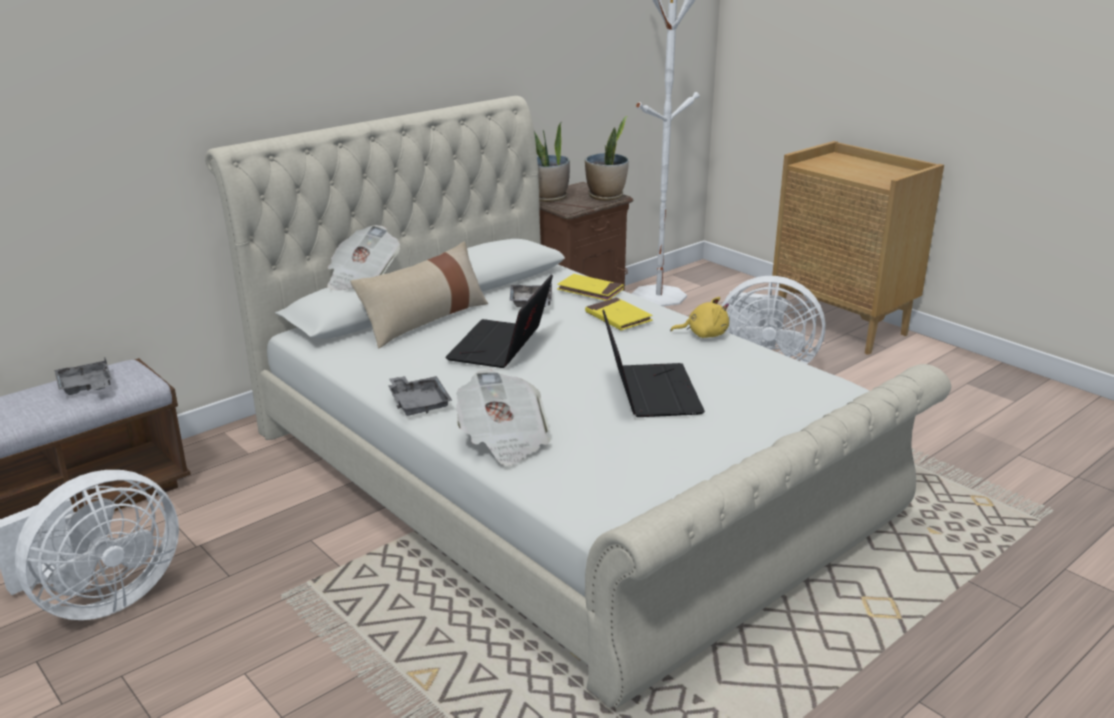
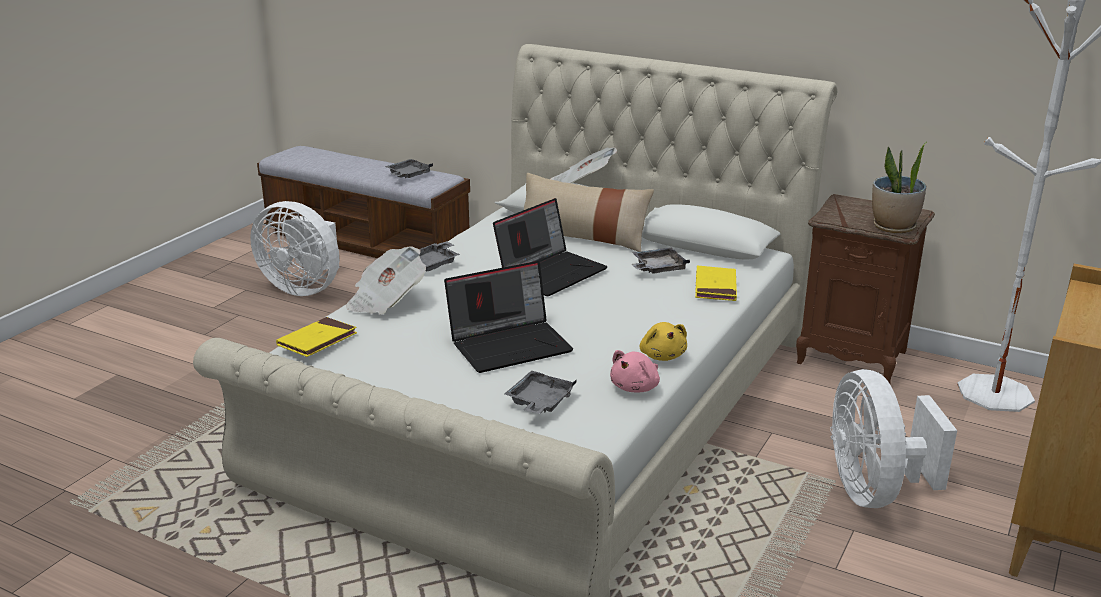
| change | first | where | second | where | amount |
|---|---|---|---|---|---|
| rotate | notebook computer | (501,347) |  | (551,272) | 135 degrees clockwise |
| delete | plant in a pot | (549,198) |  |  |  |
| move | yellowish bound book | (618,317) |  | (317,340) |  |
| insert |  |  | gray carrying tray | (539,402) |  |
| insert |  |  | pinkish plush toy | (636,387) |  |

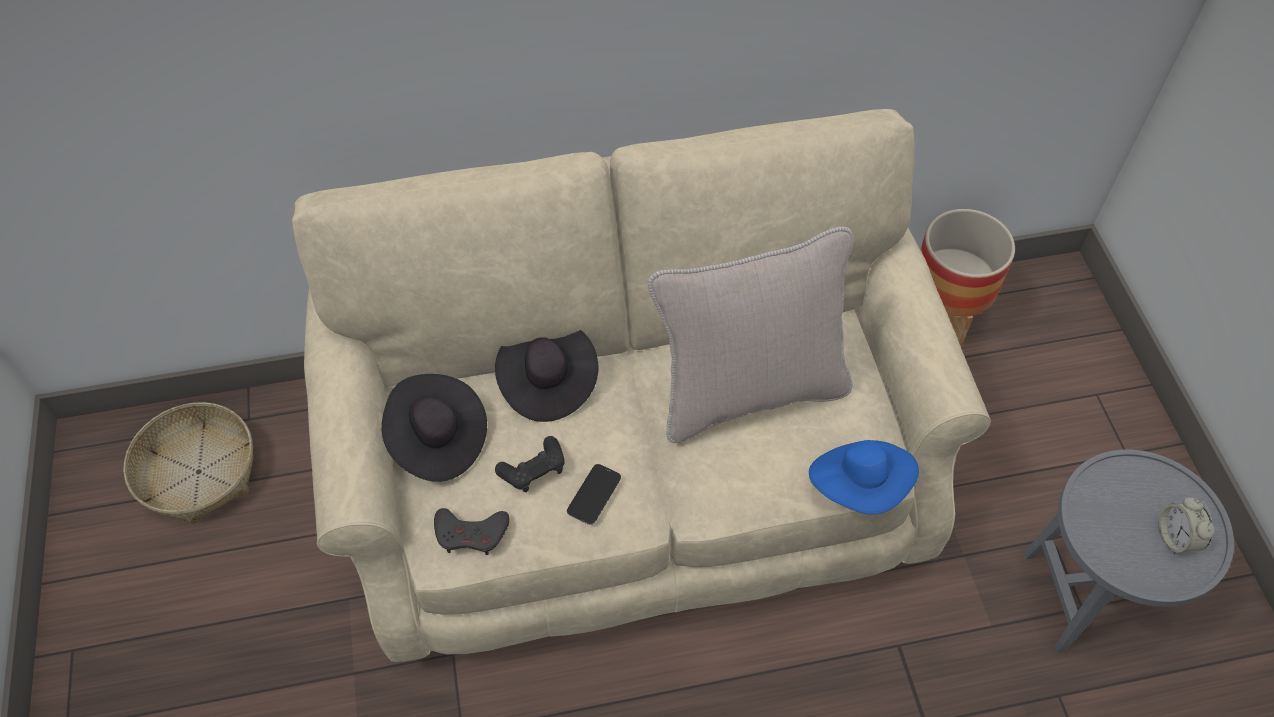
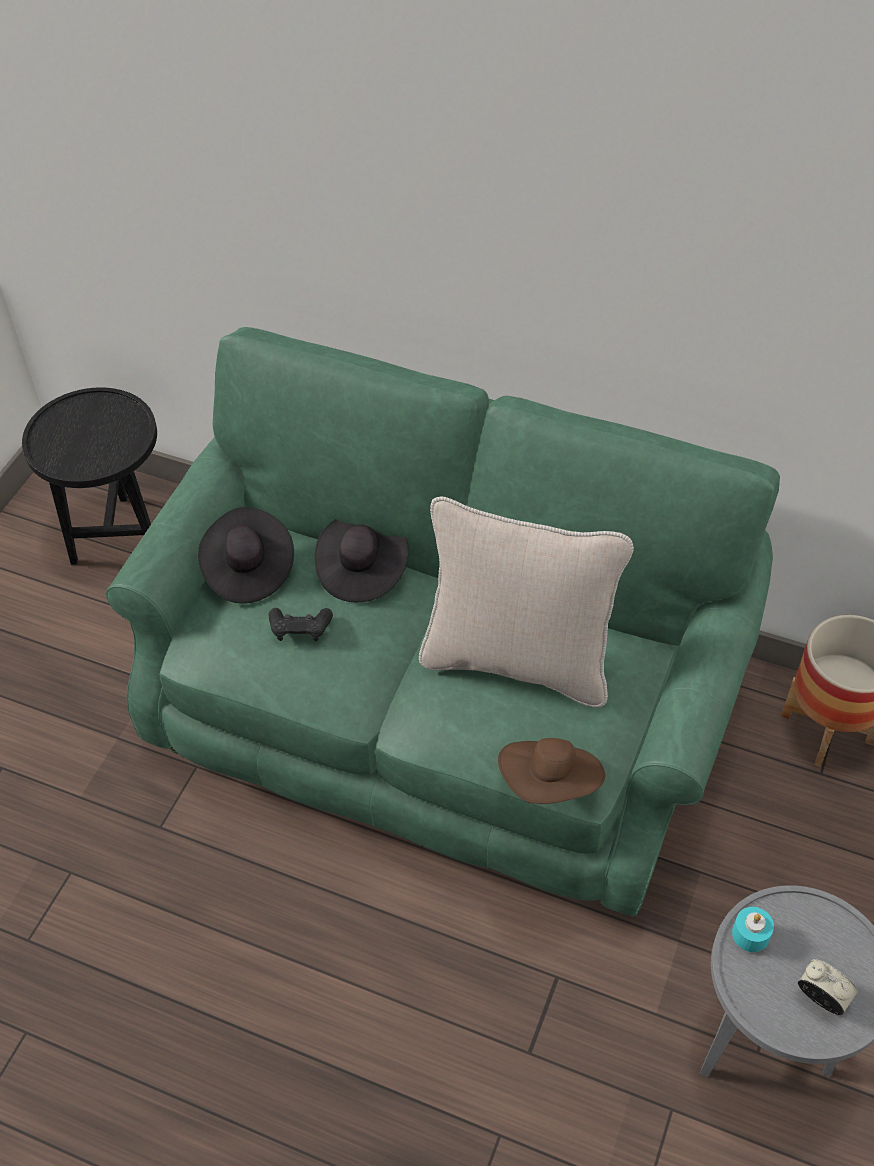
| change | first | where | second | where | amount |
|---|---|---|---|---|---|
| replace | storage basket | (198,471) | black accent table | (119,533) |  |
| recolor | beige settee | (636,473) | green-coloured settee | (442,711) |  |
| delete | gray game controller | (471,533) |  |  |  |
| delete | phone | (594,495) |  |  |  |
| recolor | blue-coloured wearable hat | (860,486) | brown wearable hat | (551,783) |  |
| rotate | alarm clock | (1175,538) |  | (821,998) | 105 degrees clockwise |
| insert |  |  | turquoise wax light | (750,934) |  |

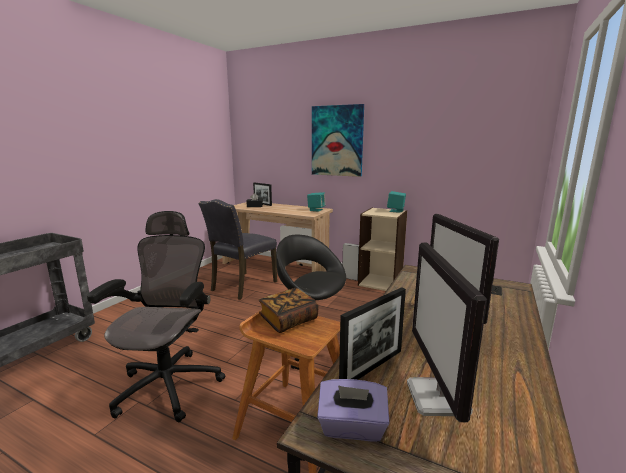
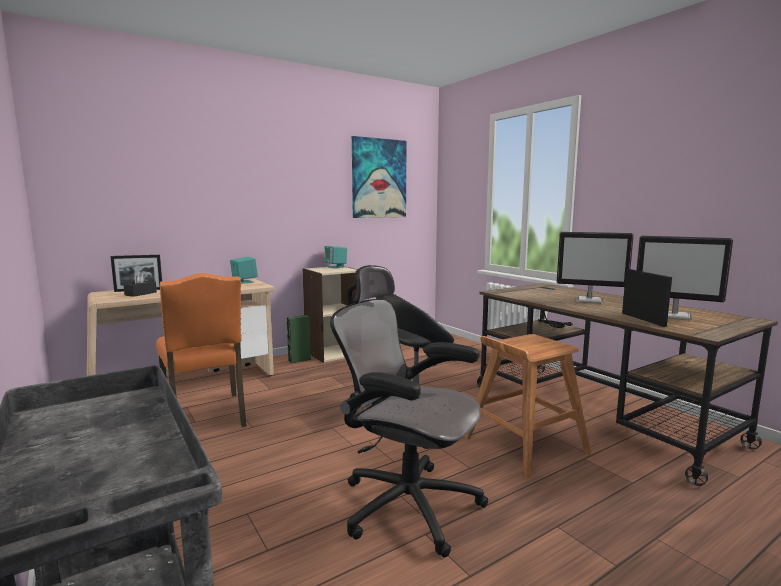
| change | first | where | second | where | amount |
|---|---|---|---|---|---|
| recolor | gray upright chair | (242,286) | orange-coloured upright chair | (206,417) |  |
| delete | bound book | (288,320) |  |  |  |
| move | wall picture | (337,141) |  | (379,178) |  |
| delete | purple tissue holder | (352,427) |  |  |  |
| recolor | gray speaker | (350,278) | green-coloured speaker | (299,360) |  |

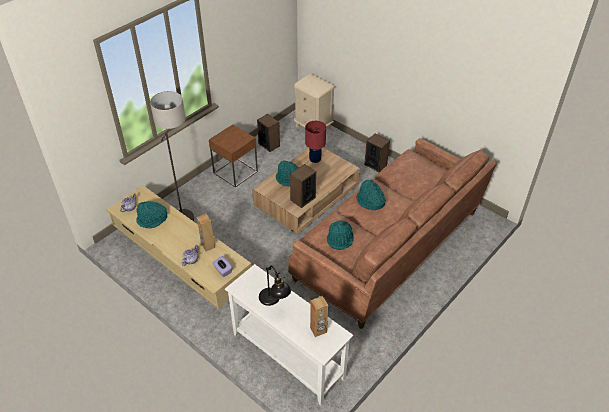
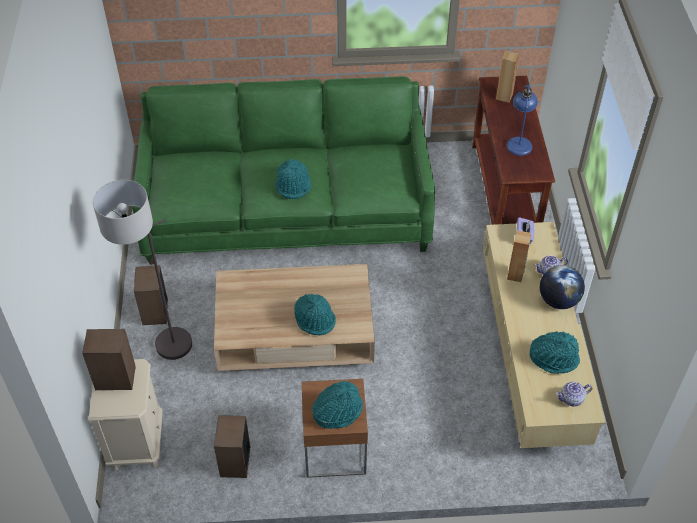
| change | first | where | second | where | amount |
|---|---|---|---|---|---|
| move | gray standard lamp | (185,214) |  | (163,349) |  |
| recolor | white-coloured narrow table | (287,356) | brown narrow table | (504,194) |  |
| recolor | black lamp for a table | (275,303) | blue-coloured lamp for a table | (519,138) |  |
| recolor | brown settee | (390,247) | green-coloured settee | (287,211) |  |
| move | speaker | (302,199) |  | (115,378) |  |
| delete | red-coloured lamp for a table | (315,160) |  |  |  |
| move | turquoise wearable hat | (340,239) |  | (337,410) |  |
| insert |  |  | globe | (558,300) |  |

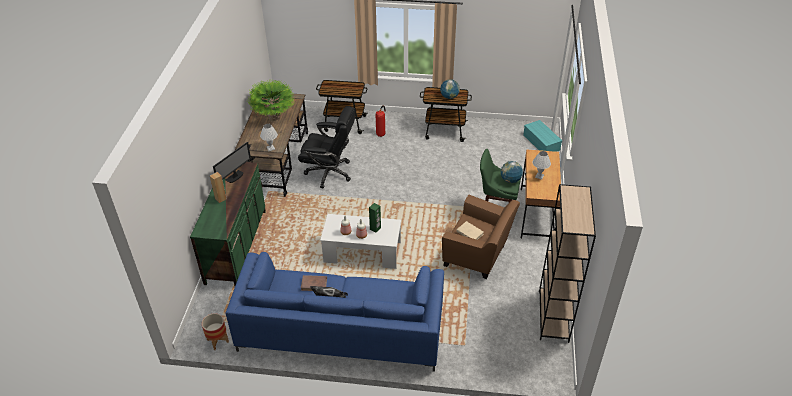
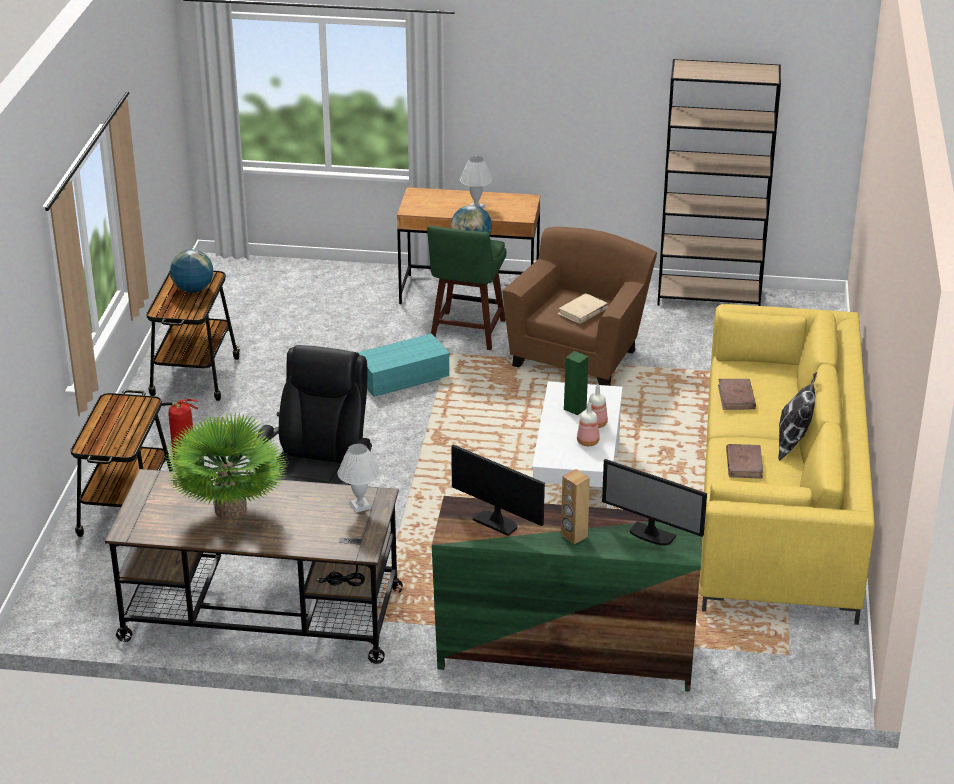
| change | first | where | second | where | amount |
|---|---|---|---|---|---|
| delete | plant pot | (217,341) |  |  |  |
| recolor | blue-coloured settee | (341,329) | yellowish settee | (778,501) |  |
| move | turquoise storage container | (542,142) |  | (403,376) |  |
| insert |  |  | computer display | (651,535) |  |
| insert |  |  | brown bound book | (736,397) |  |

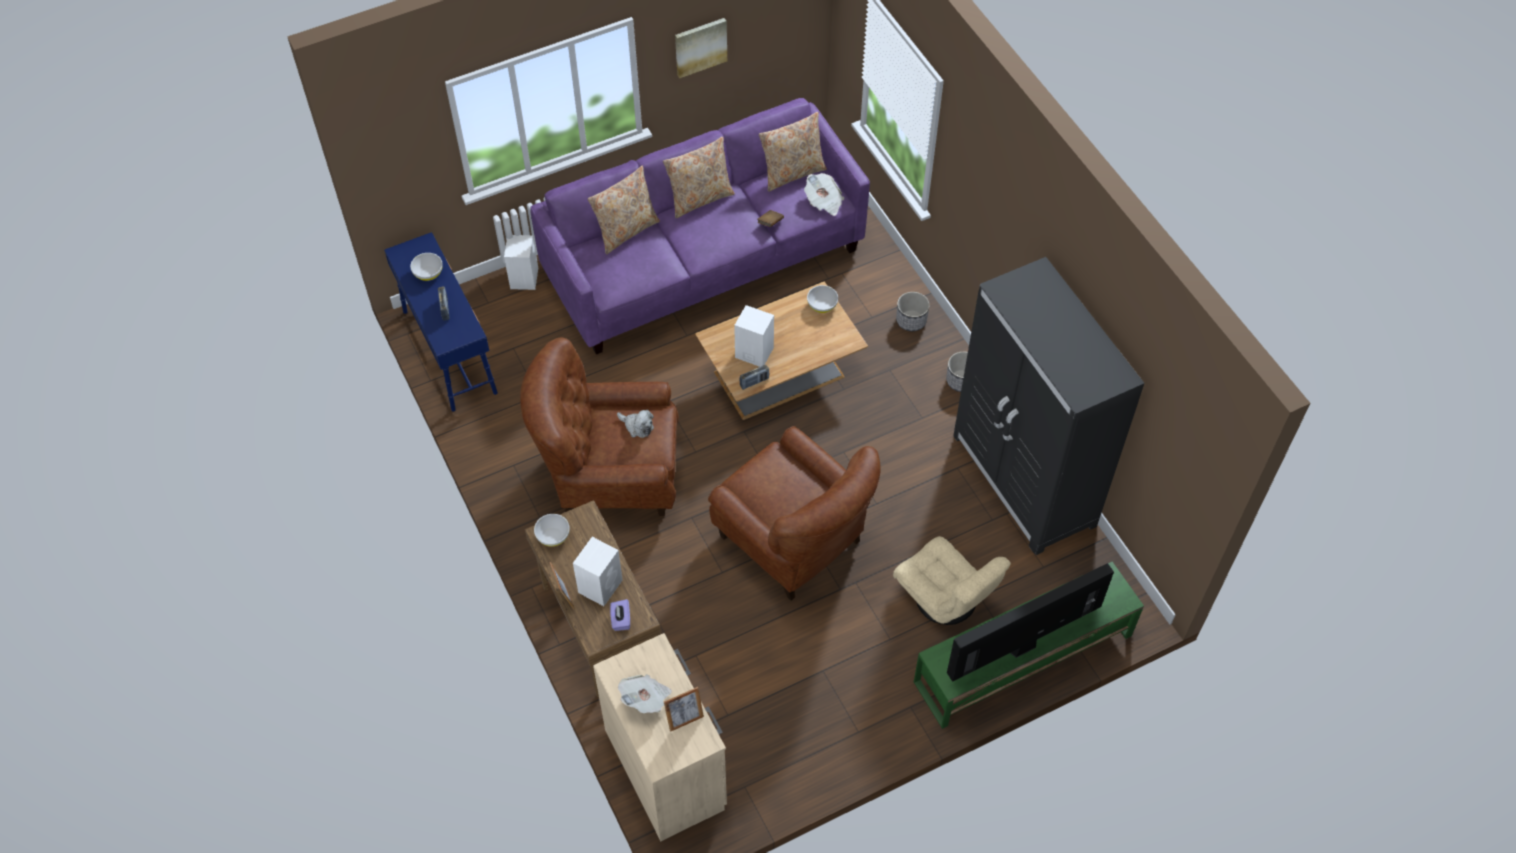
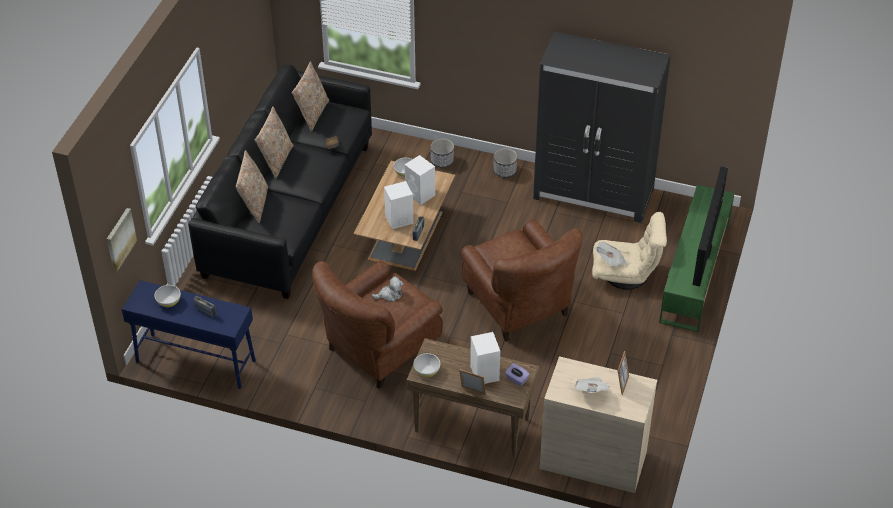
| change | first | where | second | where | amount |
|---|---|---|---|---|---|
| move | white-coloured speaker | (524,279) |  | (420,195) |  |
| recolor | purple settee | (705,263) | black settee | (290,211) |  |
| move | wall picture | (700,46) |  | (120,239) |  |
| rotate | brown easy chair | (794,543) |  | (520,307) | 60 degrees clockwise |
| move | newspaper | (824,202) |  | (611,261) |  |

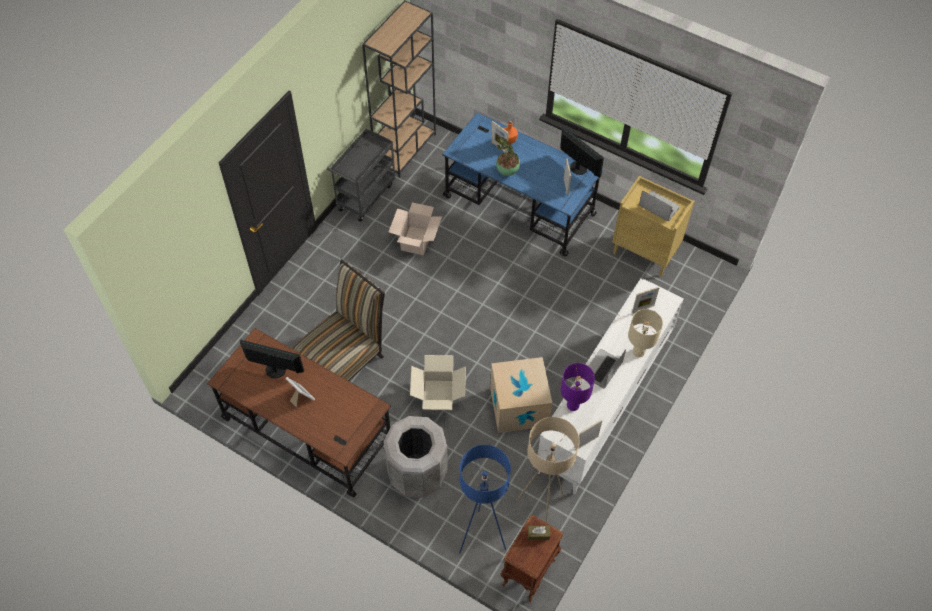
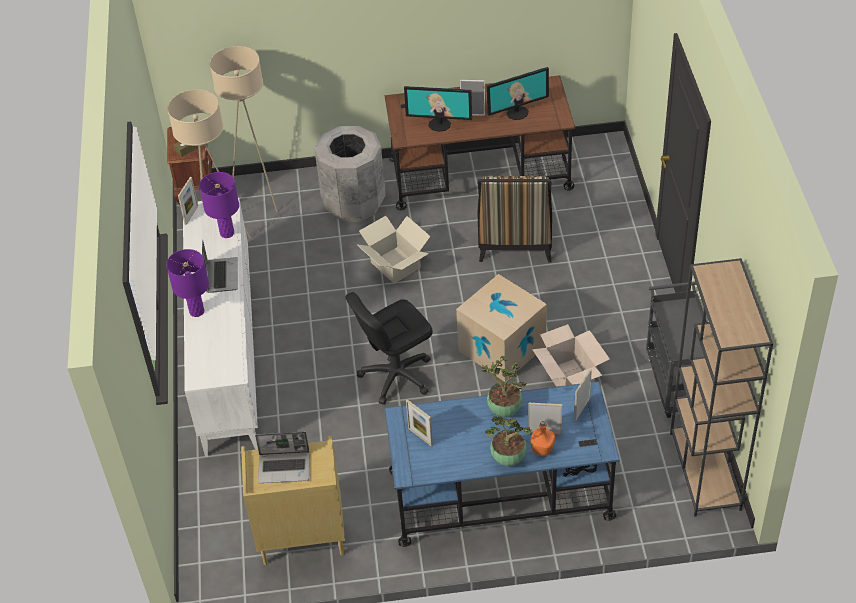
| change | first | where | second | where | amount |
|---|---|---|---|---|---|
| recolor | blue-coloured standard lamp | (481,536) | beige standard lamp | (259,198) |  |
| move | packing box | (519,407) |  | (502,348) |  |
| move | computer display | (578,168) |  | (439,124) |  |
| recolor | beige lamp for a table | (638,352) | purple lamp for a table | (197,311) |  |
| move | photo frame | (643,309) |  | (582,409) |  |
| insert |  |  | black desk chair | (396,375) |  |
| insert |  |  | plant in a pot | (509,458) |  |

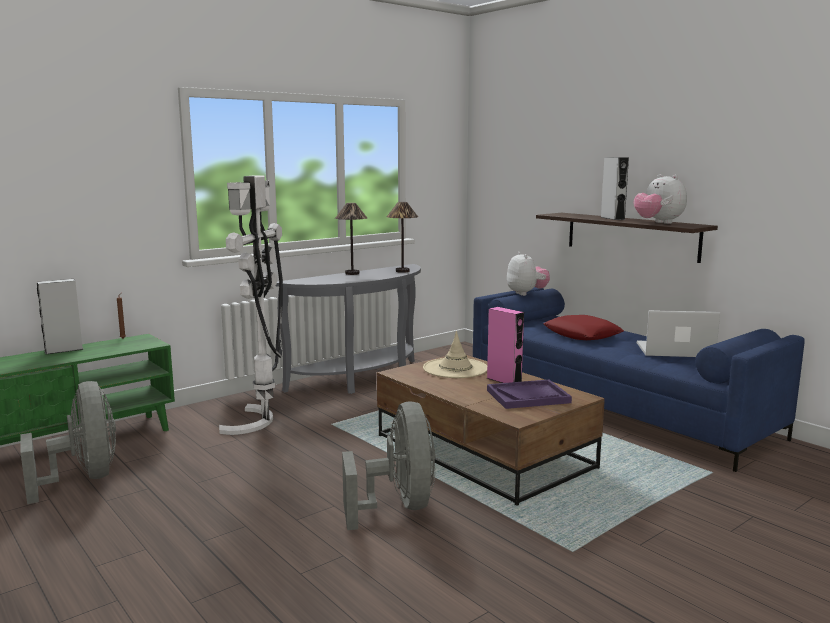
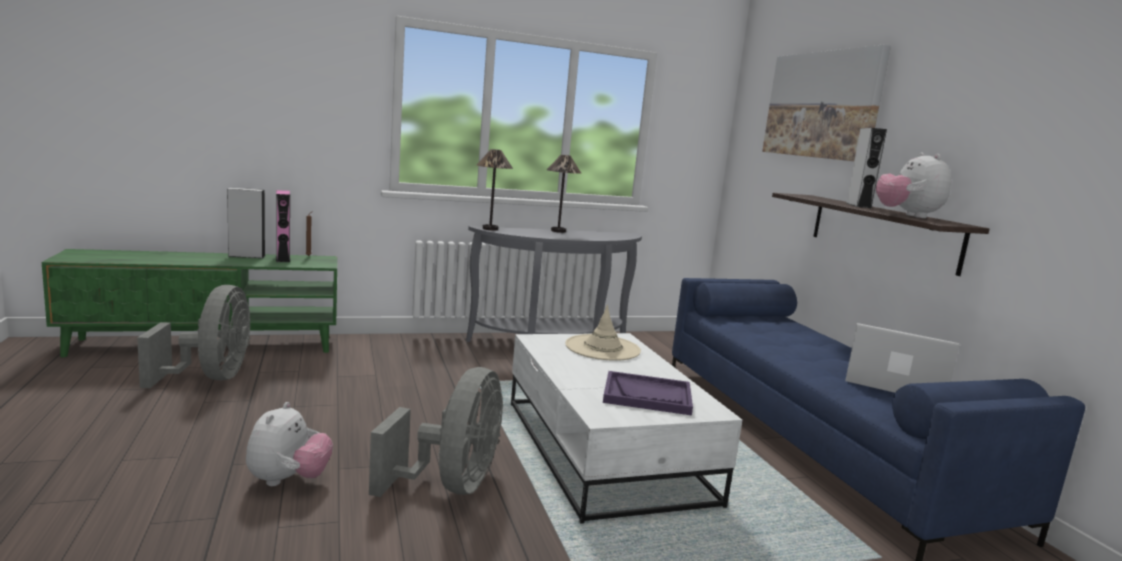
| change | first | where | second | where | amount |
|---|---|---|---|---|---|
| delete | white-coloured standard lamp | (261,423) |  |  |  |
| recolor | brown coffee table | (484,452) | white-coloured coffee table | (606,451) |  |
| move | lamp for a table | (402,271) |  | (489,229) |  |
| move | pinkish speaker | (504,380) |  | (283,258) |  |
| move | plush toy | (526,293) |  | (288,480) |  |
| delete | red-coloured pillow | (582,335) |  |  |  |
| insert |  |  | wall picture | (822,105) |  |

